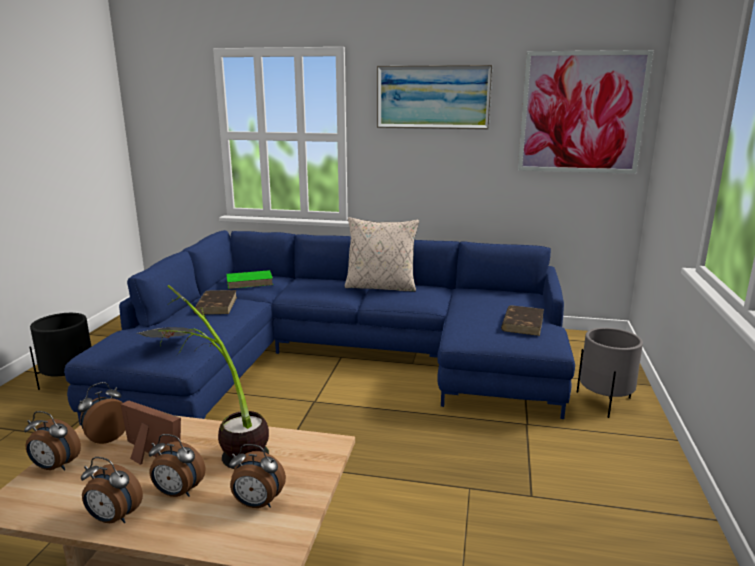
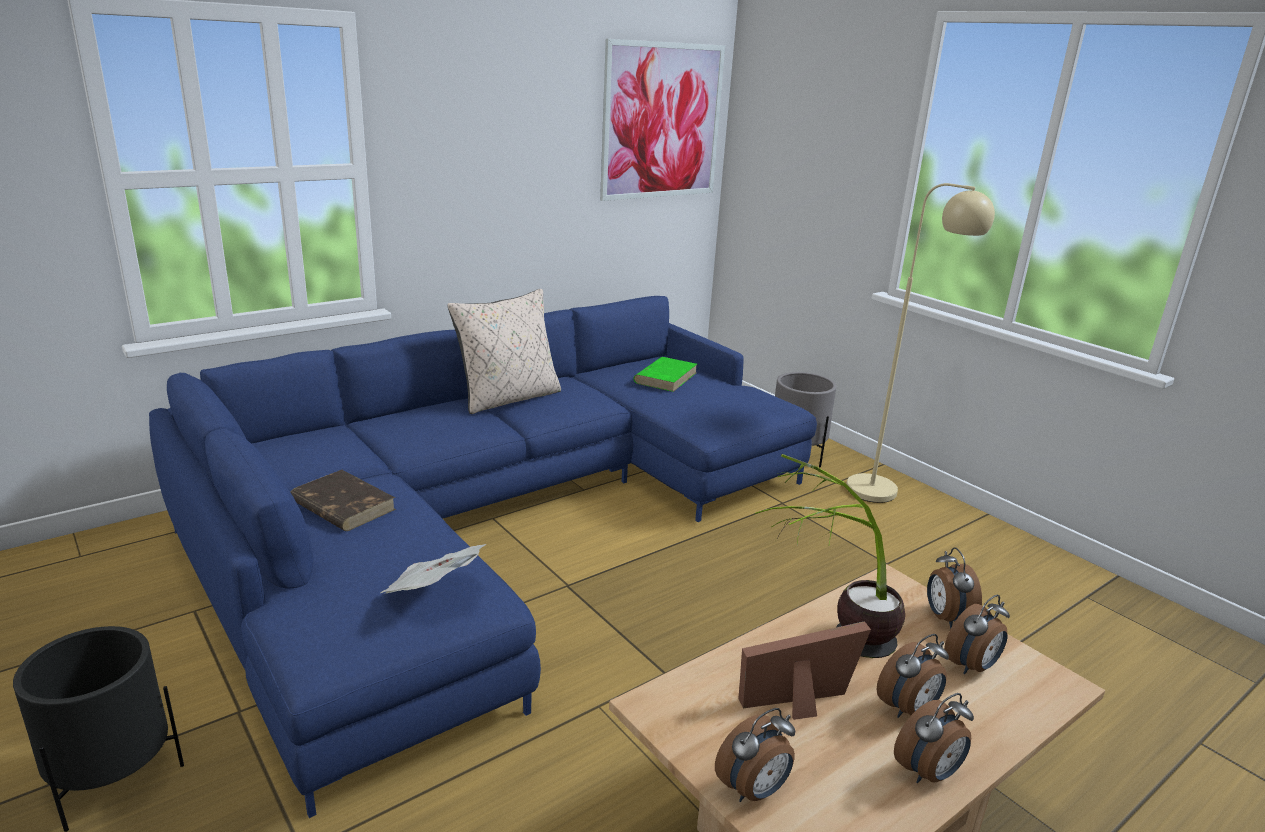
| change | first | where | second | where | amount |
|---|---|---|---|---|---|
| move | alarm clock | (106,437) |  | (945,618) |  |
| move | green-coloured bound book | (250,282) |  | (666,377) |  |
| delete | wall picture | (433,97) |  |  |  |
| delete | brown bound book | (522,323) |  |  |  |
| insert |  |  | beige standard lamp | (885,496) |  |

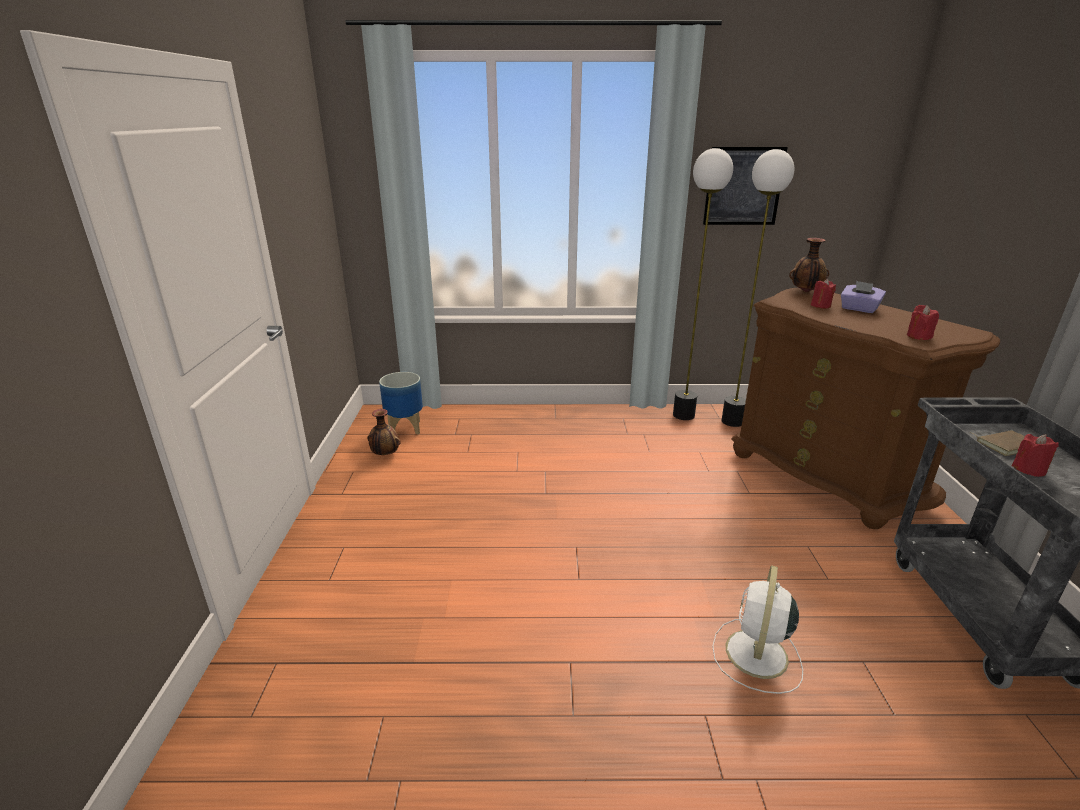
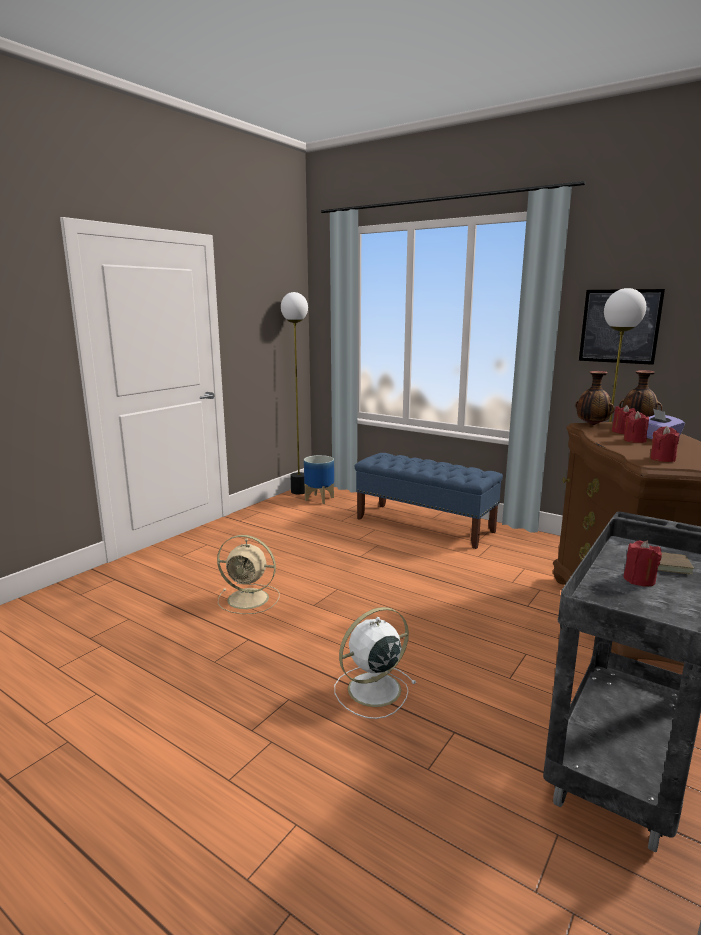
| change | first | where | second | where | amount |
|---|---|---|---|---|---|
| move | decorative vase | (385,454) |  | (591,425) |  |
| move | standard lamp | (684,415) |  | (299,491) |  |
| insert |  |  | beige electric fan | (250,599) |  |
| insert |  |  | blue-coloured bench | (424,525) |  |
| insert |  |  | red-coloured wax light | (634,440) |  |

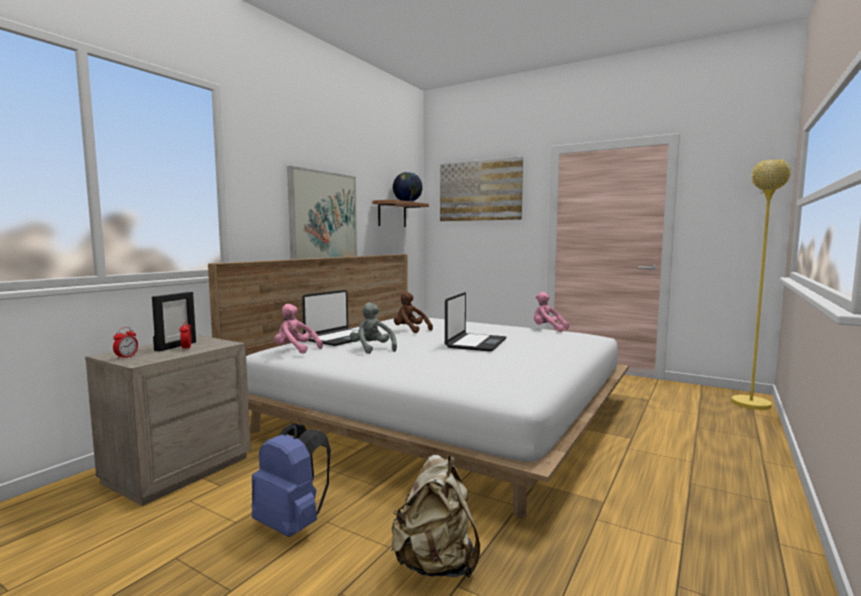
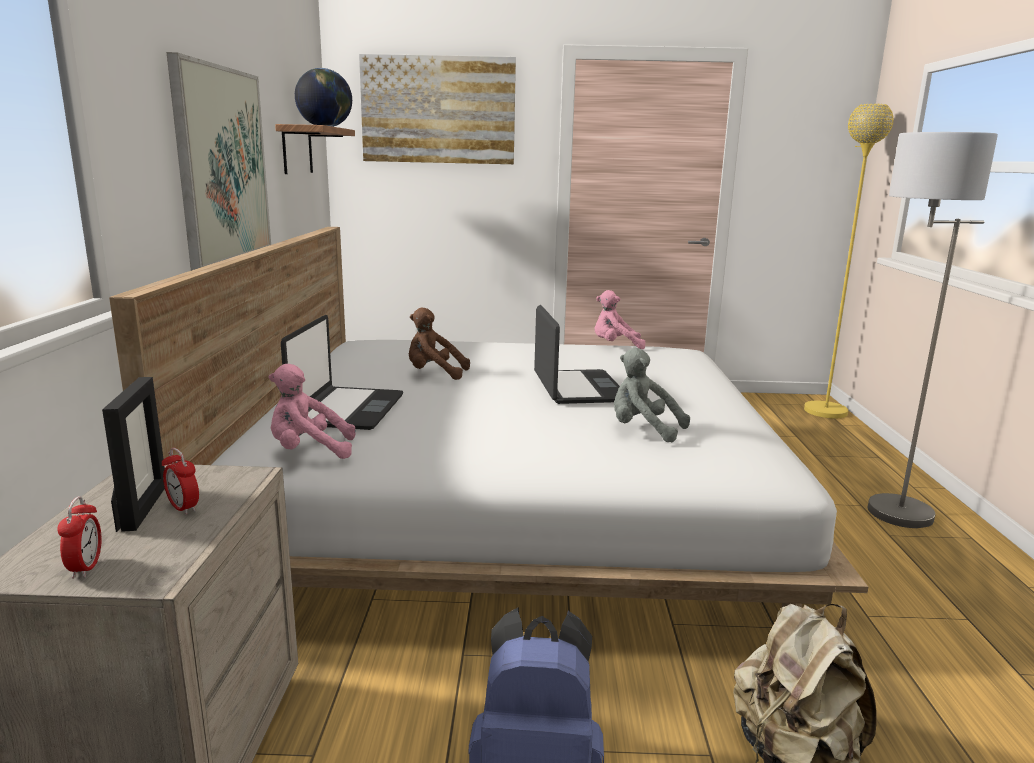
| change | first | where | second | where | amount |
|---|---|---|---|---|---|
| move | gray plush toy | (372,349) |  | (643,430) |  |
| insert |  |  | gray standard lamp | (884,515) |  |

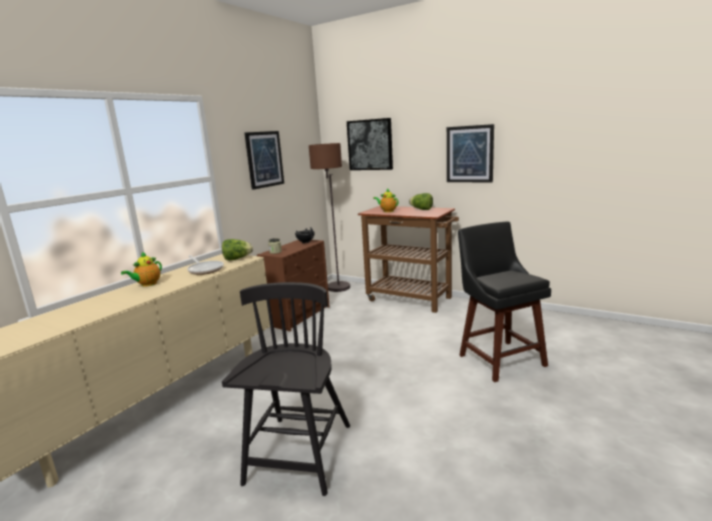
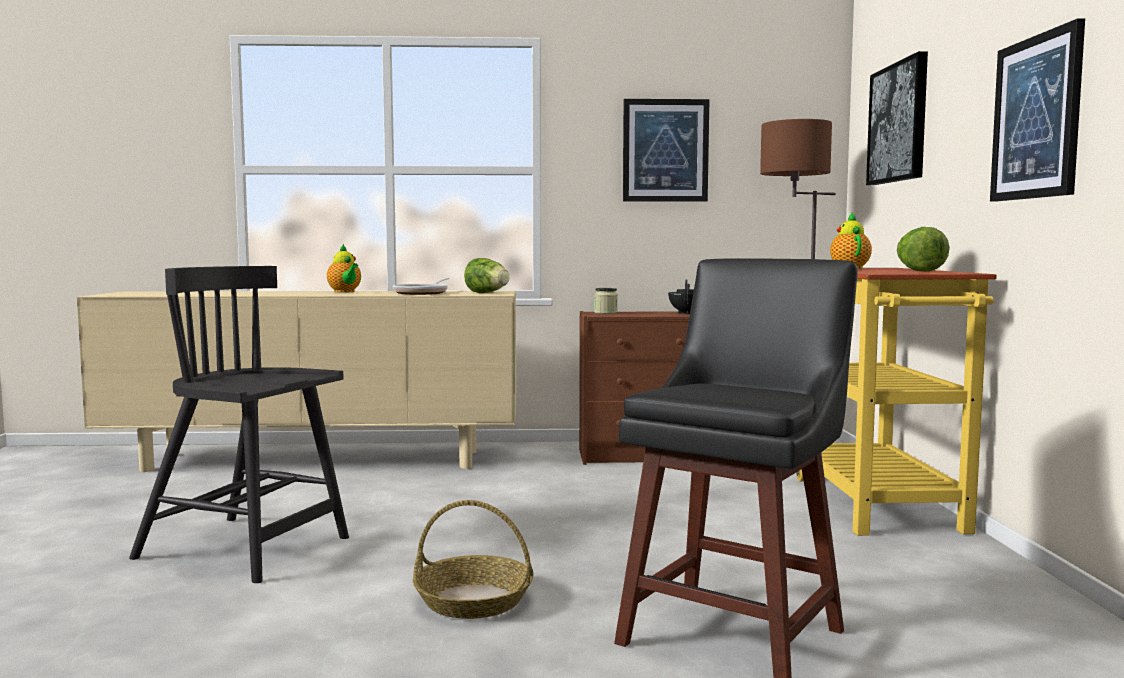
| change | first | where | second | where | amount |
|---|---|---|---|---|---|
| rotate | teapot | (147,284) |  | (345,292) | 120 degrees counterclockwise |
| rotate | black upright chair | (298,455) |  | (247,548) | 135 degrees counterclockwise |
| recolor | brown cart | (410,299) | yellowish cart | (875,504) |  |
| insert |  |  | storage basket | (474,600) |  |

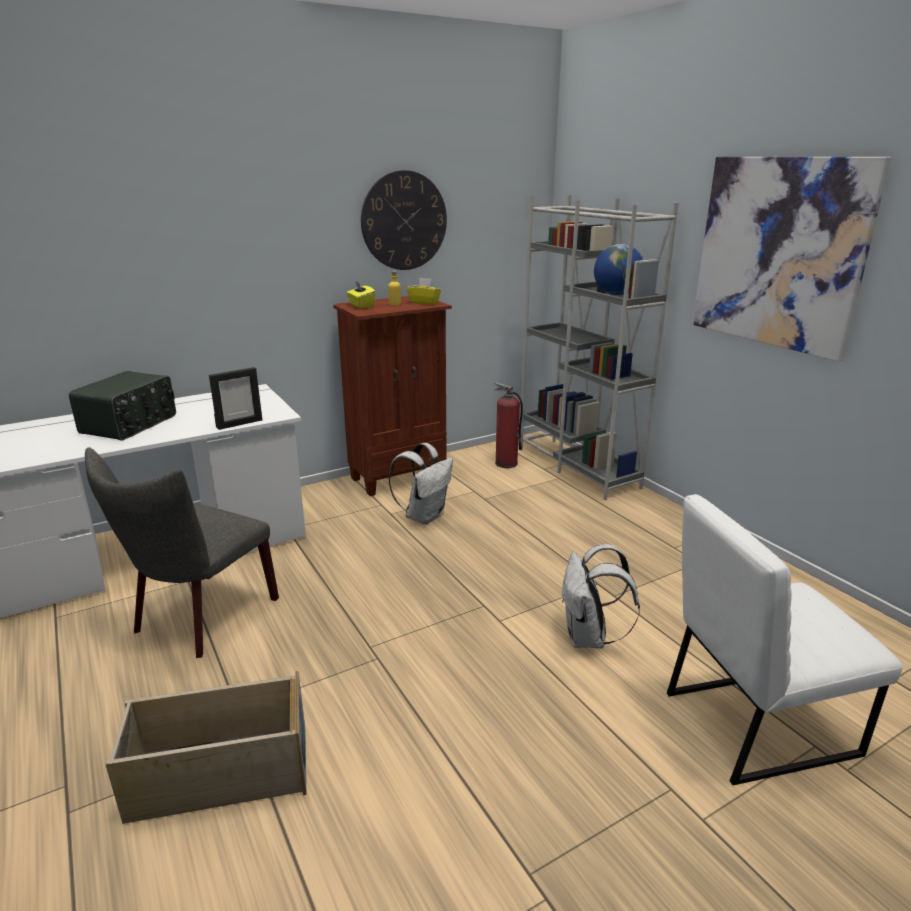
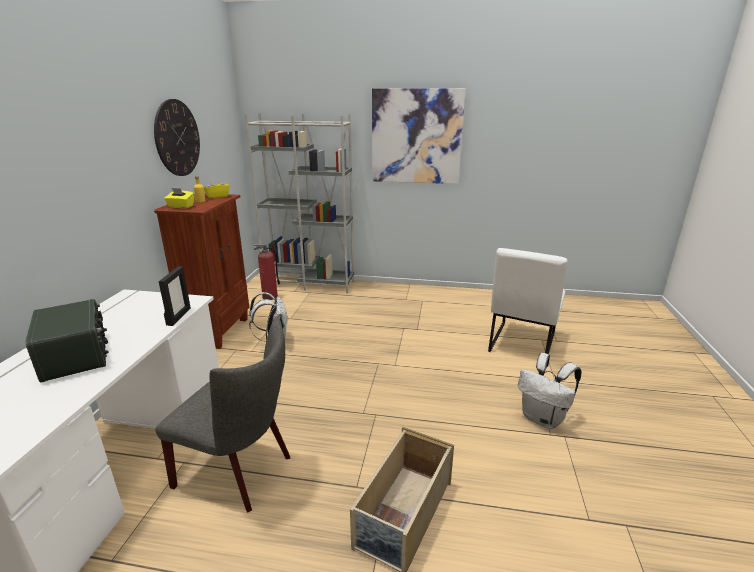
| change | first | where | second | where | amount |
|---|---|---|---|---|---|
| rotate | gray upright chair | (200,619) |  | (240,472) | 45 degrees counterclockwise |
| move | white-coloured backpack | (588,638) |  | (543,419) |  |
| delete | globe | (616,295) |  |  |  |

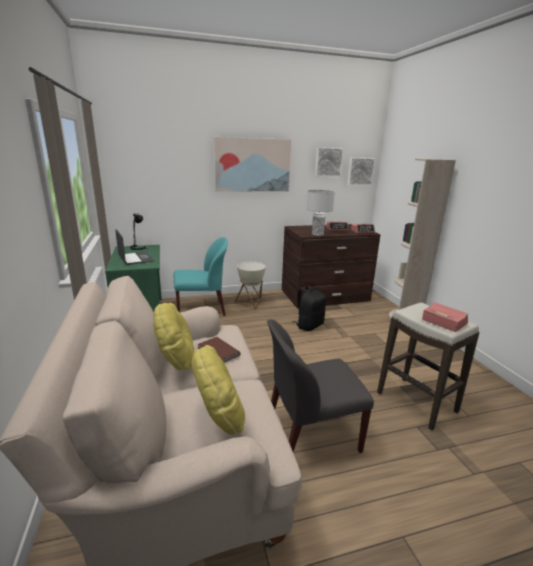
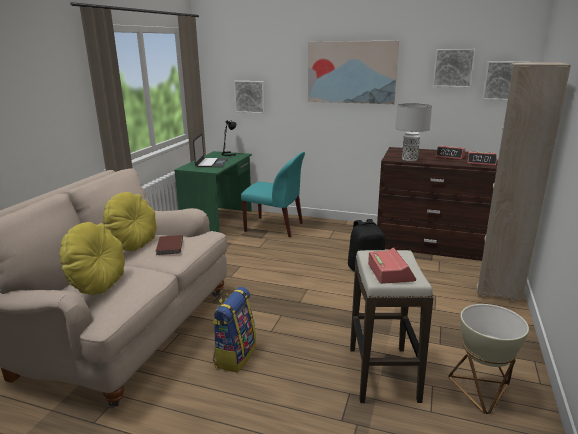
| change | first | where | second | where | amount |
|---|---|---|---|---|---|
| move | plant pot | (250,303) |  | (480,392) |  |
| replace | gray upright chair | (309,435) | backpack | (235,355) |  |
| insert |  |  | wall picture | (250,96) |  |

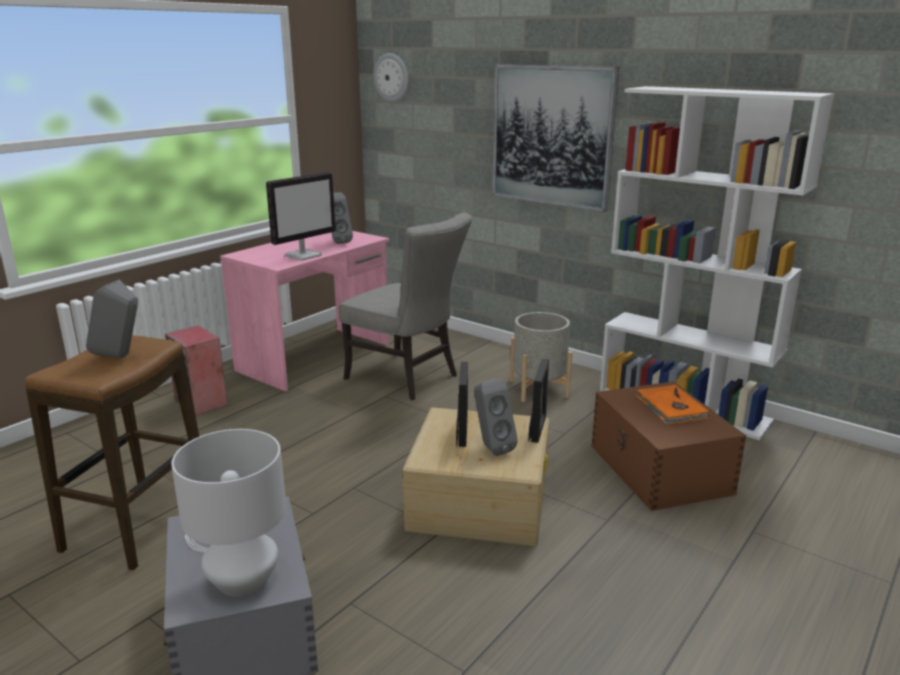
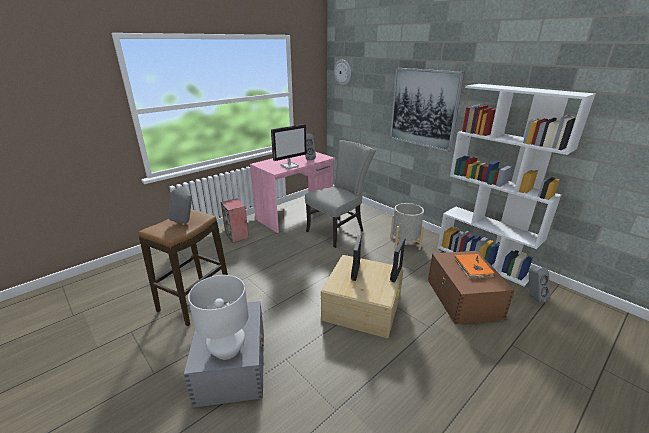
| change | first | where | second | where | amount |
|---|---|---|---|---|---|
| rotate | gray upright chair | (408,378) |  | (338,230) | 90 degrees counterclockwise |
| move | gray speaker | (491,447) |  | (533,297) |  |

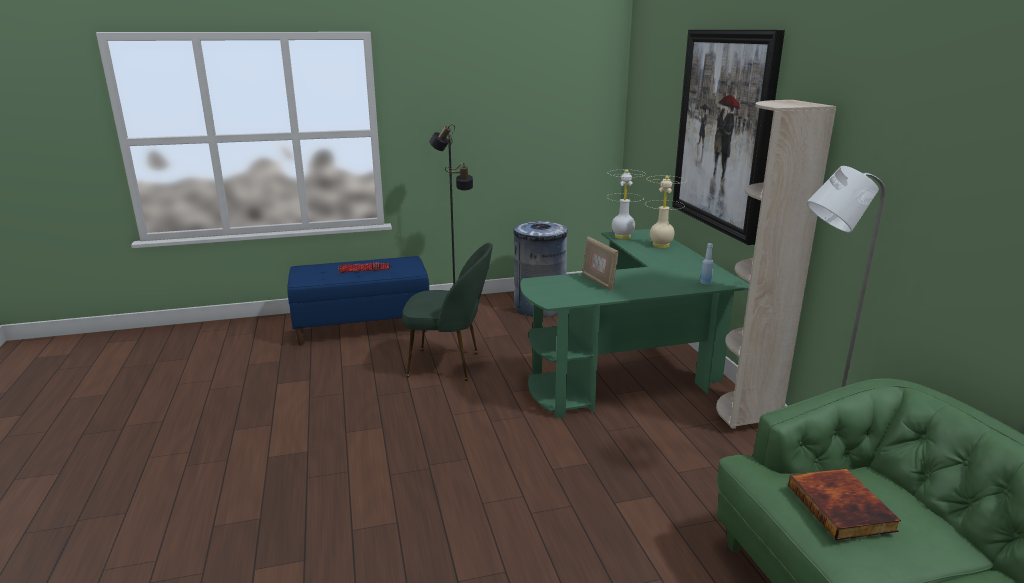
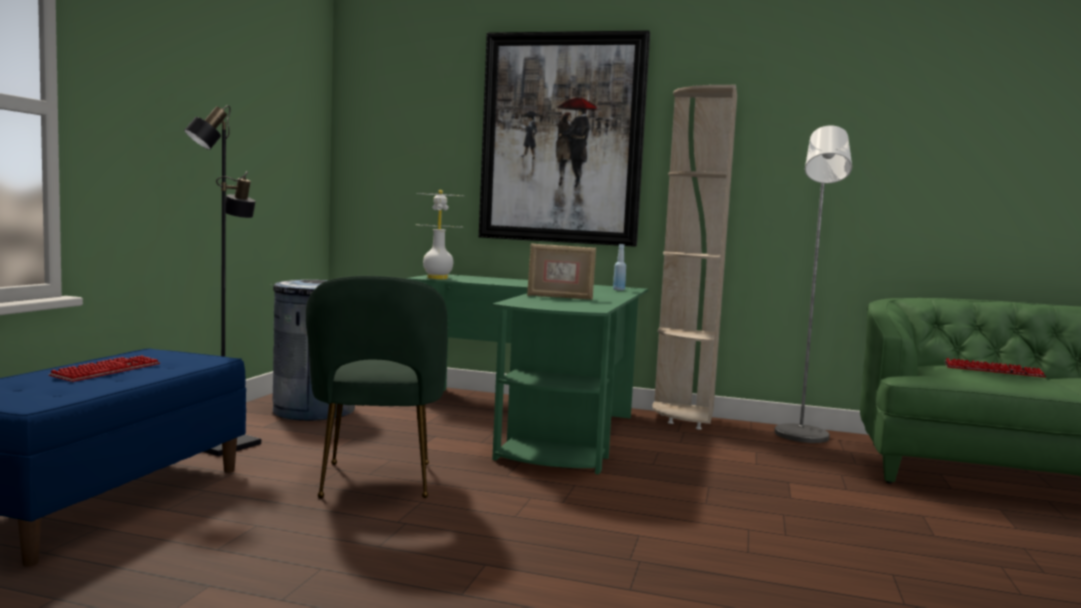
| change | first | where | second | where | amount |
|---|---|---|---|---|---|
| rotate | green-coloured upright chair | (450,365) |  | (375,484) | 135 degrees clockwise |
| delete | beige lamp for a table | (660,245) |  |  |  |
| replace | bound book | (842,507) | keyboard | (993,370) |  |

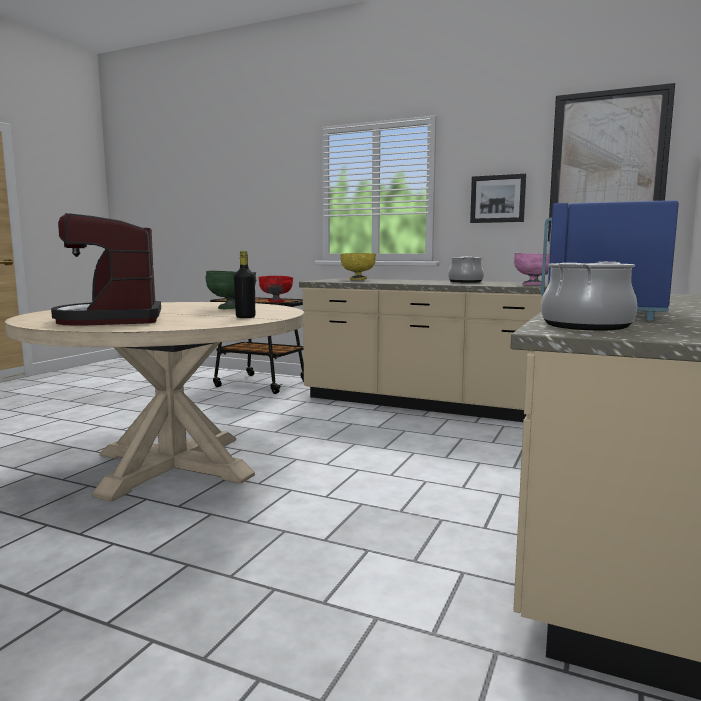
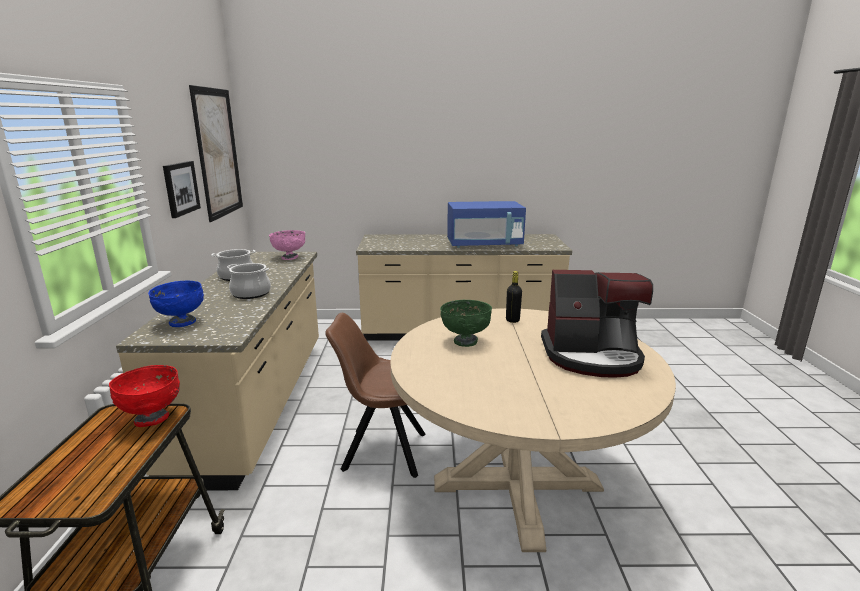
| change | first | where | second | where | amount |
|---|---|---|---|---|---|
| rotate | coffee maker | (112,320) |  | (592,356) | 45 degrees clockwise |
| recolor | yellowish serving bowl | (358,279) | blue-coloured serving bowl | (181,322) |  |
| move | stockpot | (586,325) |  | (250,293) |  |
| insert |  |  | brown upright chair | (384,452) |  |

